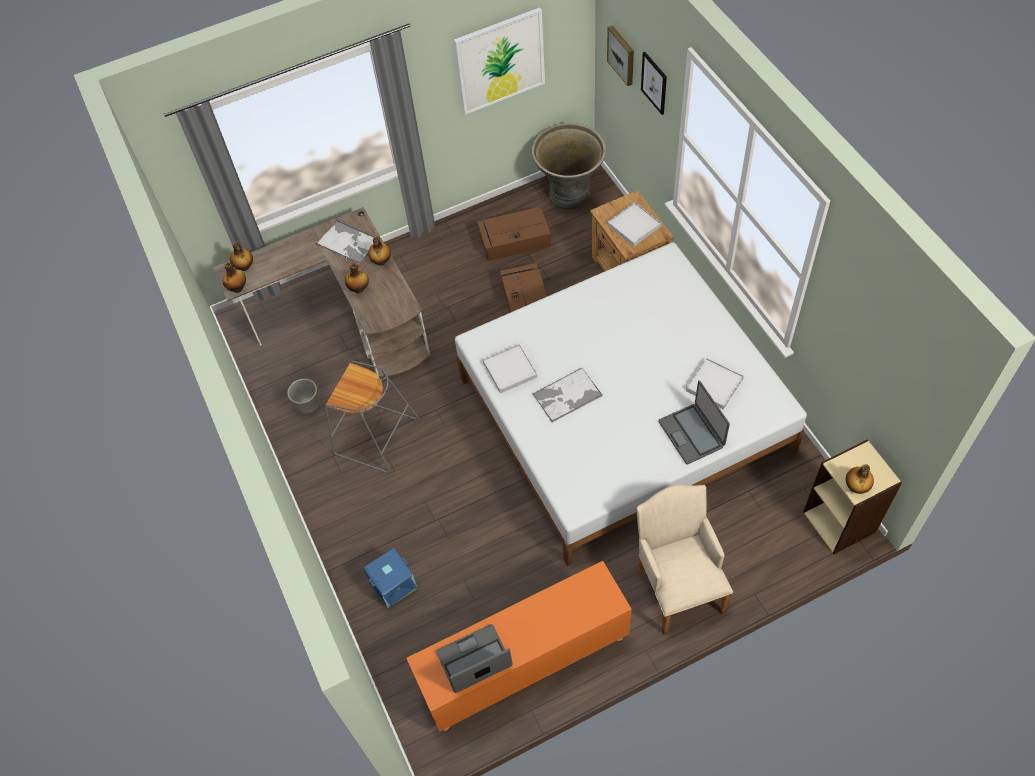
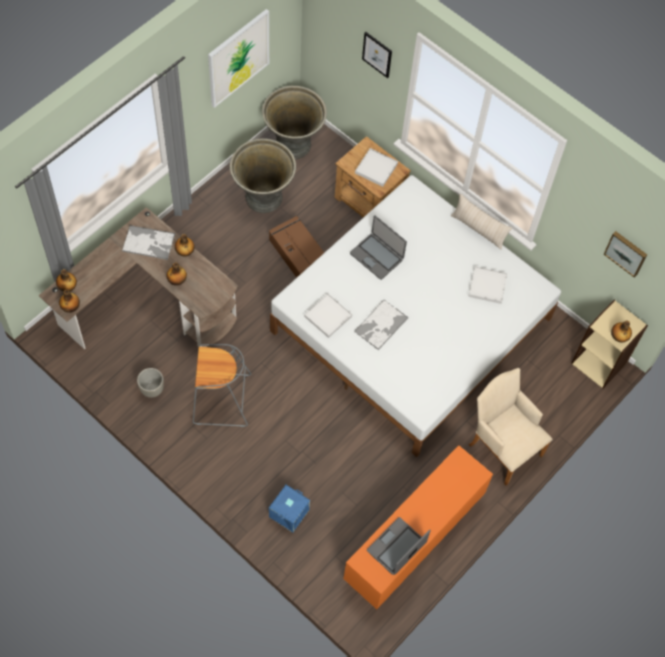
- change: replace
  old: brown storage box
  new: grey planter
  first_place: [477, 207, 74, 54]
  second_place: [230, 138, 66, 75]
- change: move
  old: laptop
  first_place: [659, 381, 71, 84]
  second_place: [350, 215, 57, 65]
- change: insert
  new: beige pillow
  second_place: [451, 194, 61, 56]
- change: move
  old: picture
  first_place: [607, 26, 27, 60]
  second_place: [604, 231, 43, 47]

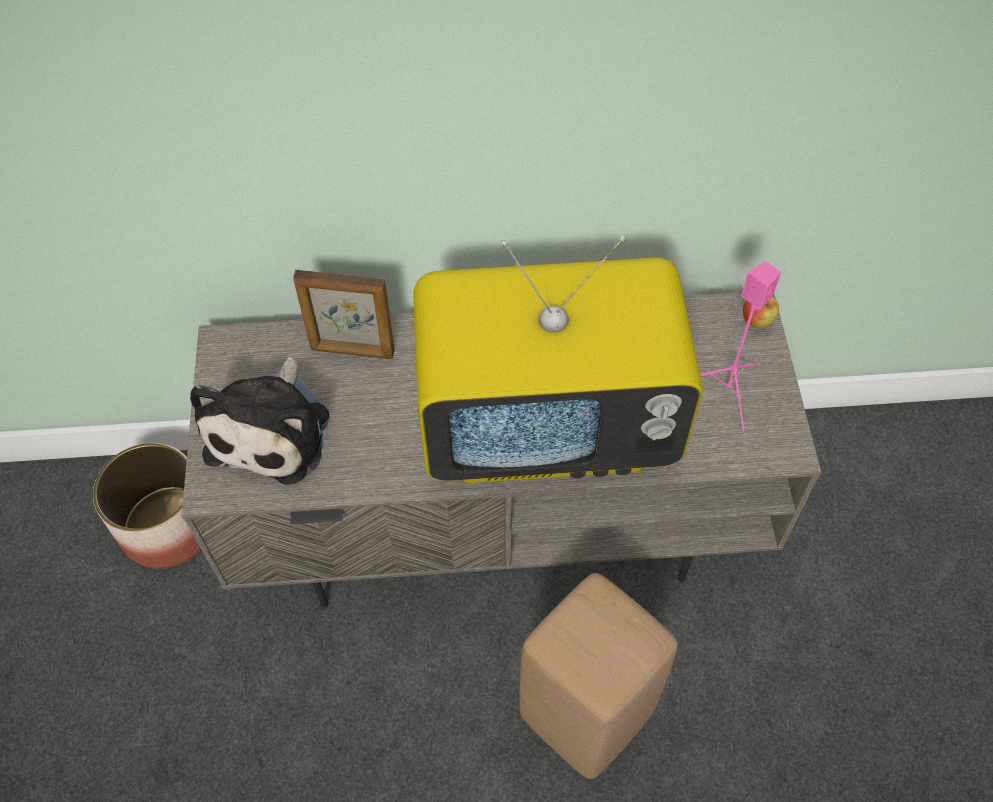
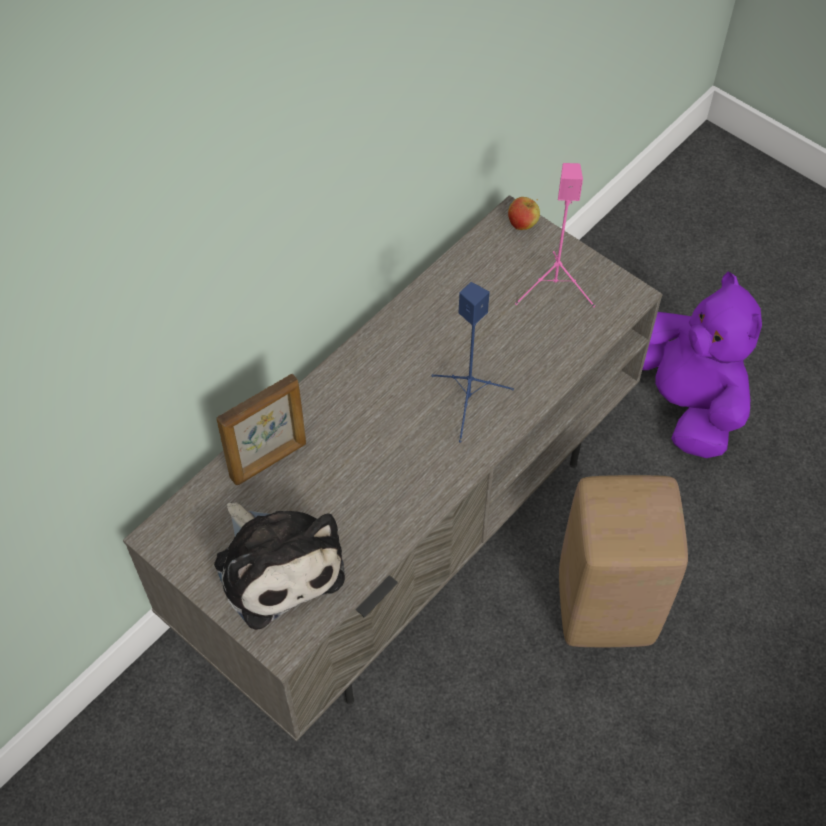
- change: replace
  old: television
  new: blue speaker
  first_place: [413, 235, 290, 248]
  second_place: [432, 282, 82, 160]
- change: insert
  new: purple plush toy
  second_place: [642, 272, 120, 186]
- change: delete
  old: planter
  first_place: [93, 443, 108, 126]

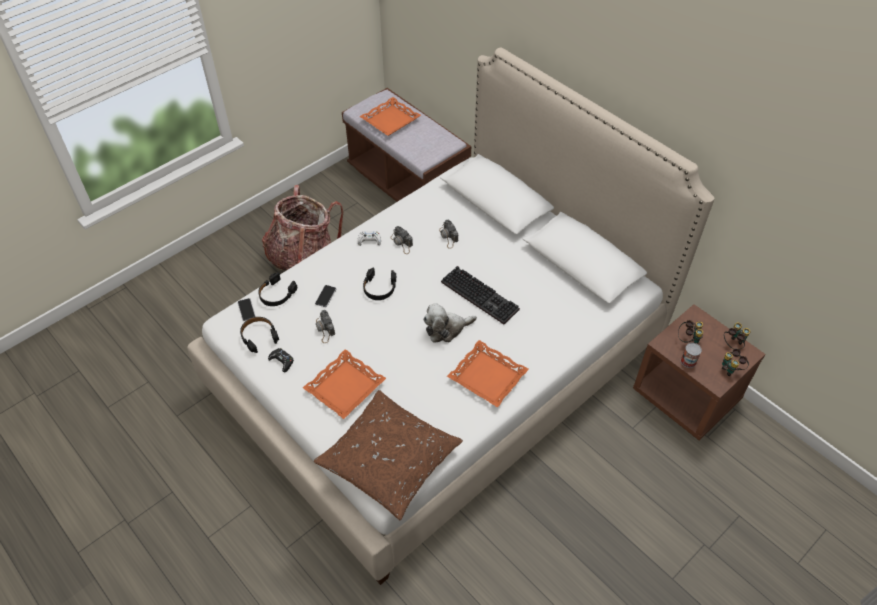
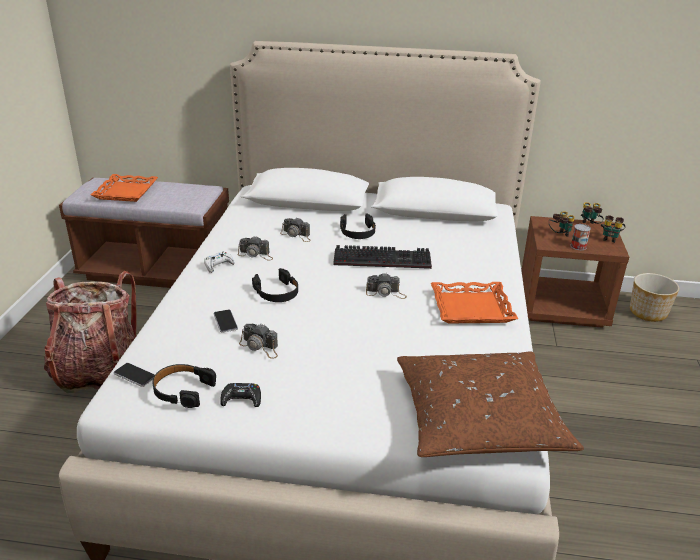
- change: move
  old: black headphones
  first_place: [258, 272, 39, 34]
  second_place: [340, 214, 36, 25]
- change: replace
  old: plush toy
  new: photo camera
  first_place: [423, 303, 54, 39]
  second_place: [366, 273, 41, 26]
- change: insert
  new: planter
  second_place: [630, 273, 49, 49]
- change: delete
  old: orange tray
  first_place: [303, 349, 83, 70]

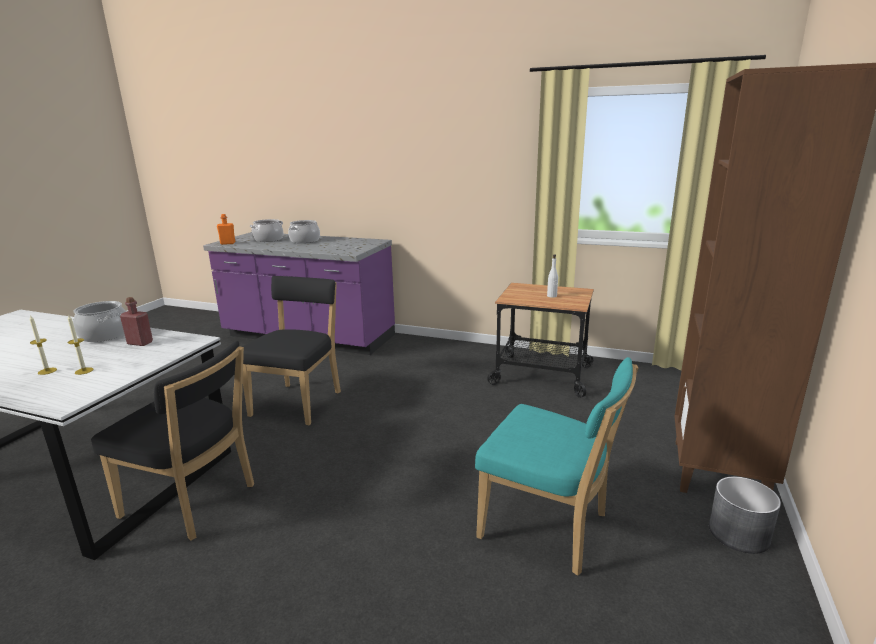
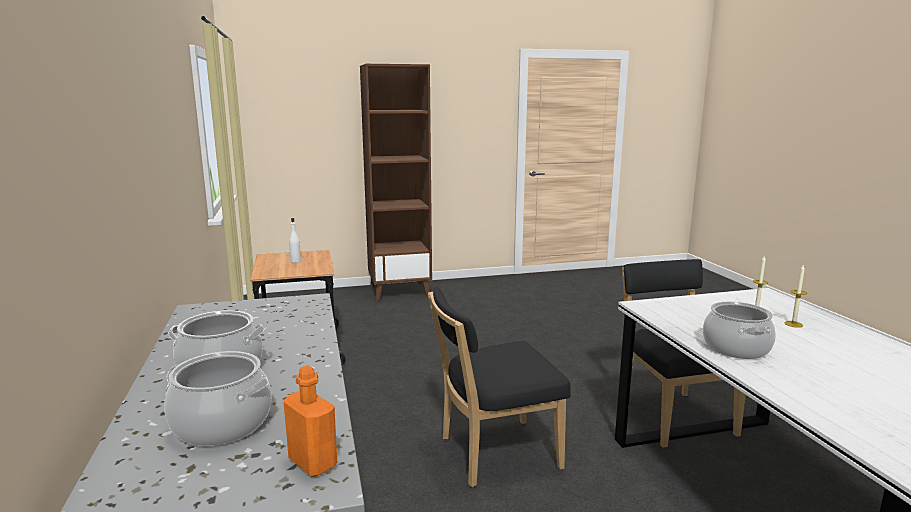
- change: delete
  old: red bottle
  first_place: [120, 297, 33, 49]
- change: delete
  old: turquoise chair
  first_place: [475, 357, 163, 219]
- change: delete
  old: grey planter
  first_place: [709, 477, 72, 77]

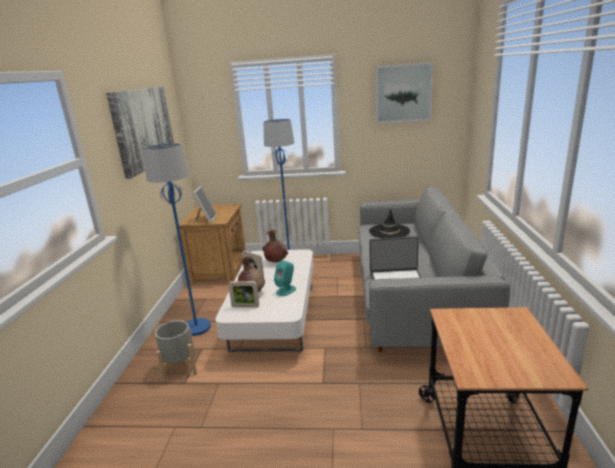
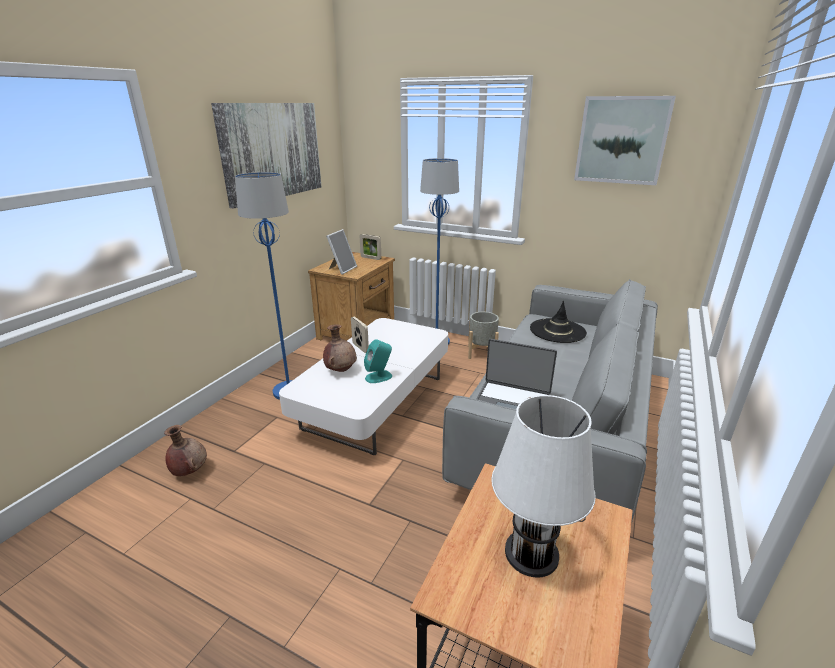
- change: move
  old: brown vase
  first_place: [263, 230, 25, 32]
  second_place: [164, 425, 43, 51]
- change: move
  old: picture frame
  first_place: [228, 281, 31, 27]
  second_place: [360, 234, 21, 26]
- change: move
  old: grey planter
  first_place: [155, 320, 42, 62]
  second_place: [468, 312, 31, 47]
- change: insert
  new: white table lamp
  second_place: [491, 395, 105, 183]

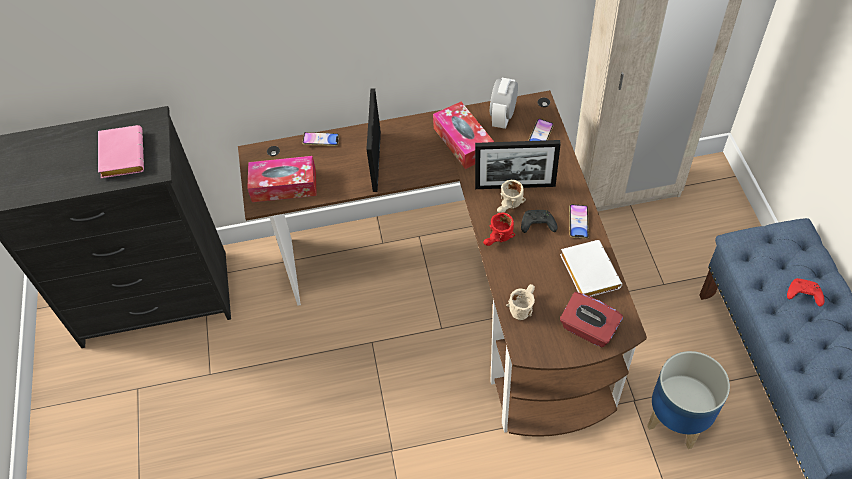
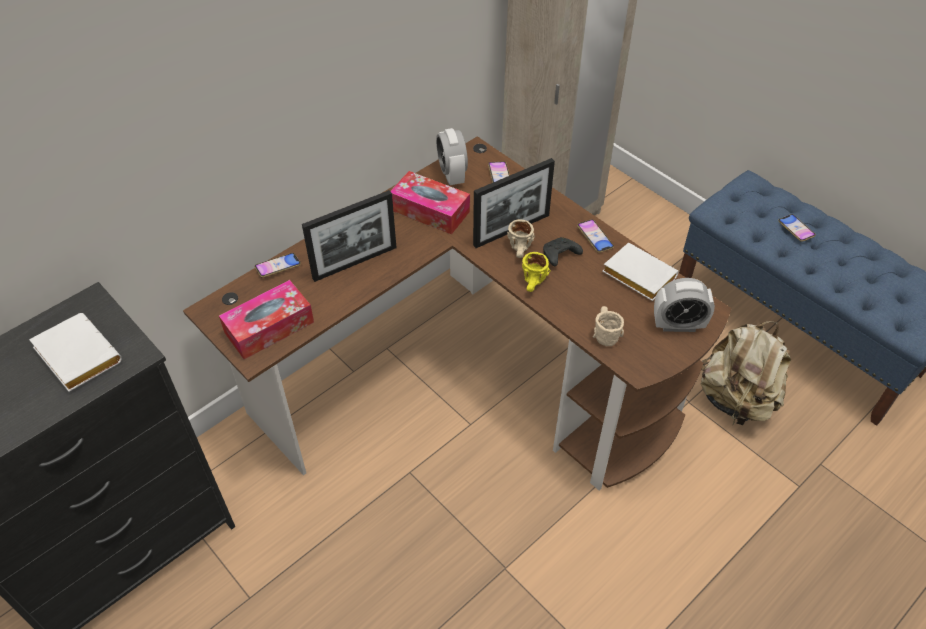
- change: recolor
  old: pink book
  new: white book
  first_place: [98, 125, 46, 53]
  second_place: [29, 313, 93, 79]
- change: rotate
  old: picture frame
  first_place: [366, 88, 15, 104]
  second_place: [302, 190, 94, 92]
  degrees: -90
- change: recolor
  old: red mug
  new: yellow mug
  first_place: [483, 212, 32, 34]
  second_place: [522, 252, 29, 40]
- change: replace
  old: red tissue box
  new: alarm clock
  first_place: [560, 292, 63, 55]
  second_place: [654, 278, 61, 54]
- change: replace
  old: planter
  new: beige backpack
  first_place: [647, 351, 83, 98]
  second_place: [701, 321, 90, 104]
- change: replace
  old: red game controller
  new: phone
  first_place: [787, 278, 38, 29]
  second_place: [778, 214, 38, 28]

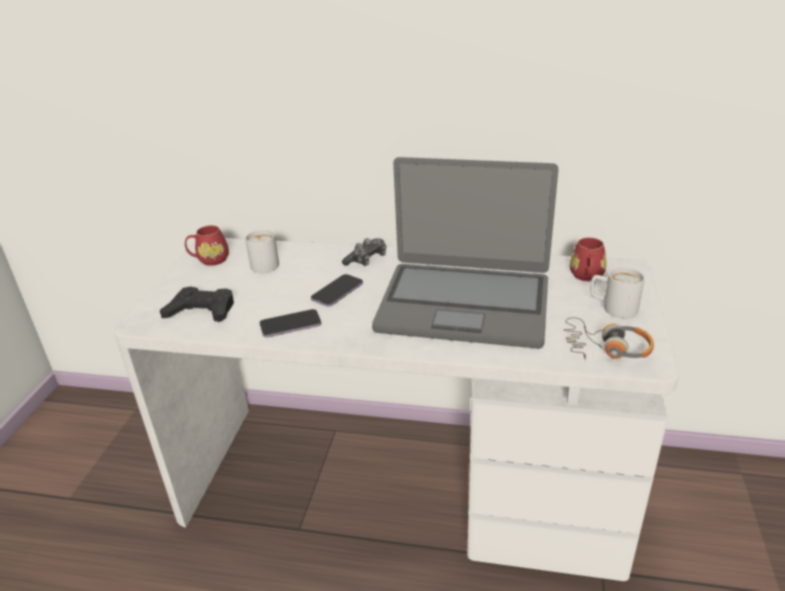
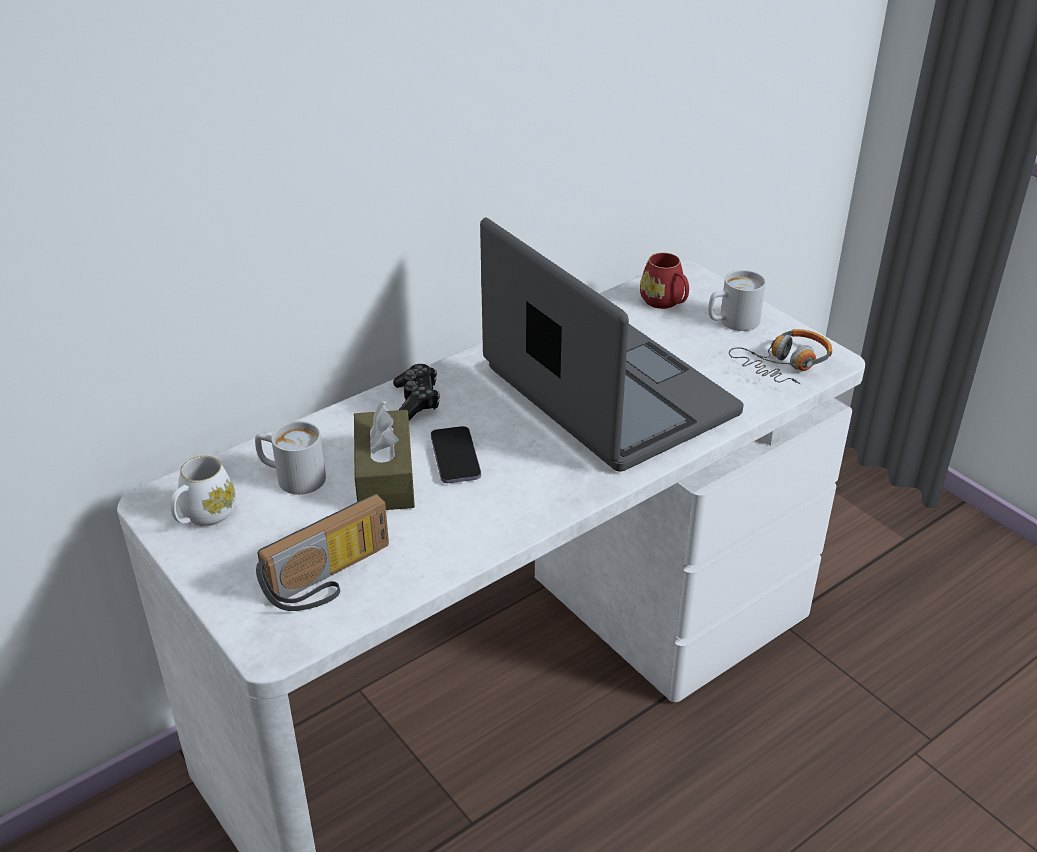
- change: recolor
  old: red mug
  new: white mug
  first_place: [185, 225, 44, 41]
  second_place: [170, 456, 66, 70]
- change: replace
  old: black game controller
  new: radio
  first_place: [160, 286, 74, 36]
  second_place: [256, 494, 133, 117]
- change: insert
  new: brown tissue box
  second_place: [354, 401, 61, 109]
- change: rotate
  old: laptop
  first_place: [372, 157, 187, 192]
  second_place: [480, 217, 264, 255]
  degrees: -90
- change: delete
  old: phone
  first_place: [260, 309, 61, 29]

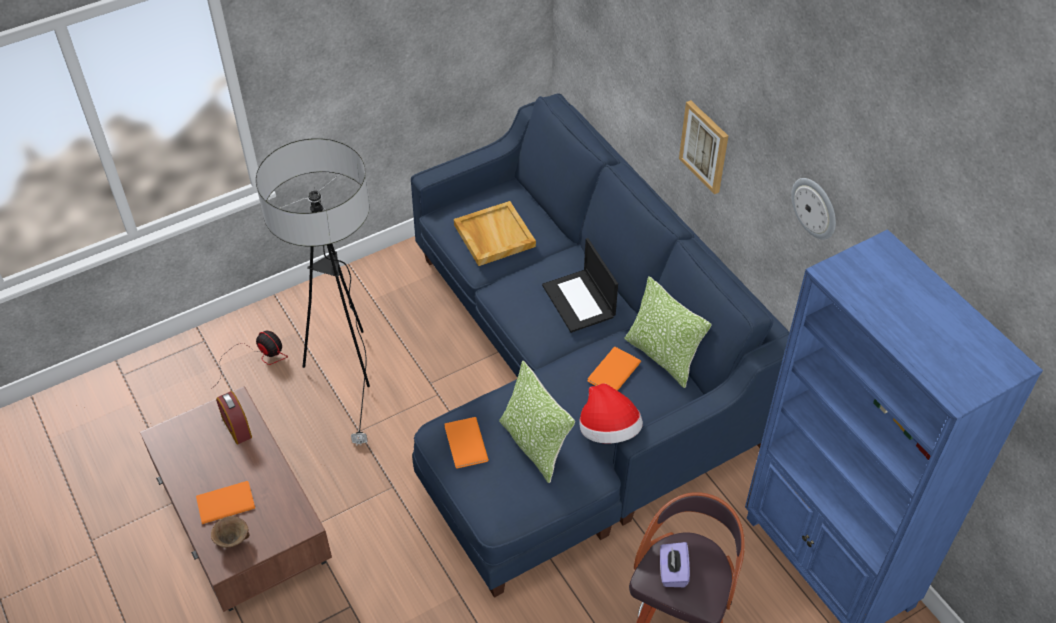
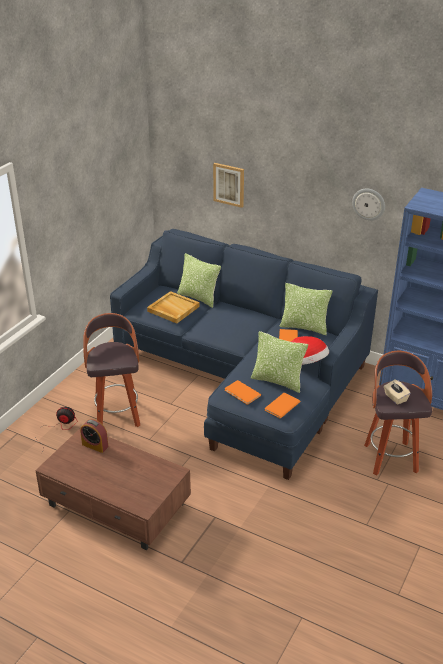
- change: replace
  old: floor lamp
  new: stool
  first_place: [256, 138, 114, 308]
  second_place: [83, 313, 57, 114]
- change: insert
  new: pillow
  second_place: [177, 253, 44, 55]
- change: move
  old: picture
  first_place: [679, 100, 49, 94]
  second_place: [213, 163, 31, 45]
- change: move
  old: orange book
  first_place: [196, 481, 59, 43]
  second_place: [265, 393, 36, 26]
- change: recolor
  old: purple tissue box
  new: beige tissue box
  first_place: [660, 542, 30, 45]
  second_place: [384, 379, 27, 26]
- change: delete
  old: brown bowl
  first_place: [211, 516, 39, 32]
- change: delete
  old: laptop
  first_place: [542, 238, 76, 95]

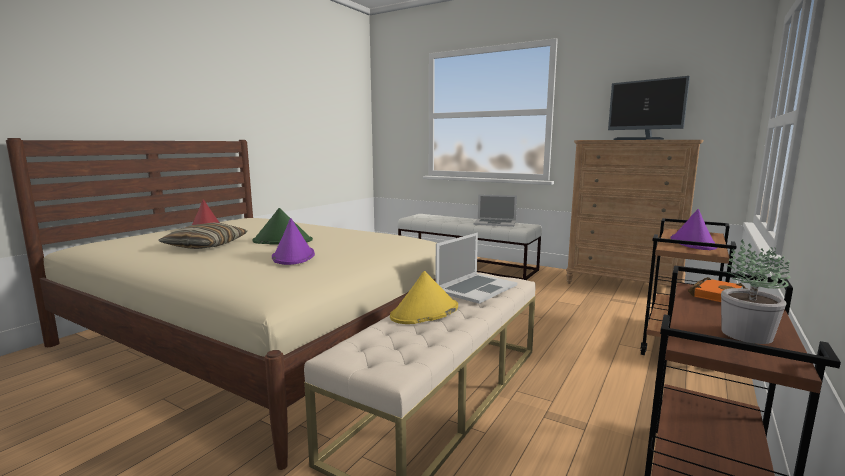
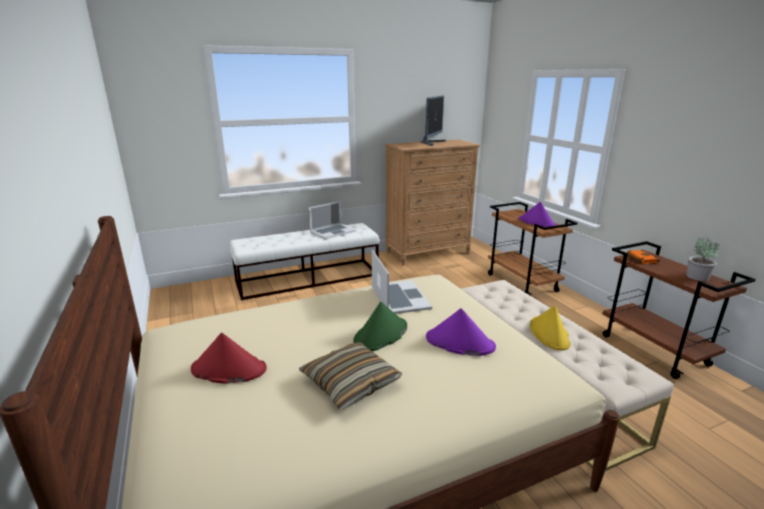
- change: move
  old: laptop
  first_place: [435, 233, 82, 71]
  second_place: [372, 250, 60, 64]
- change: rotate
  old: monitor
  first_place: [608, 76, 82, 64]
  second_place: [421, 96, 25, 50]
  degrees: -60

